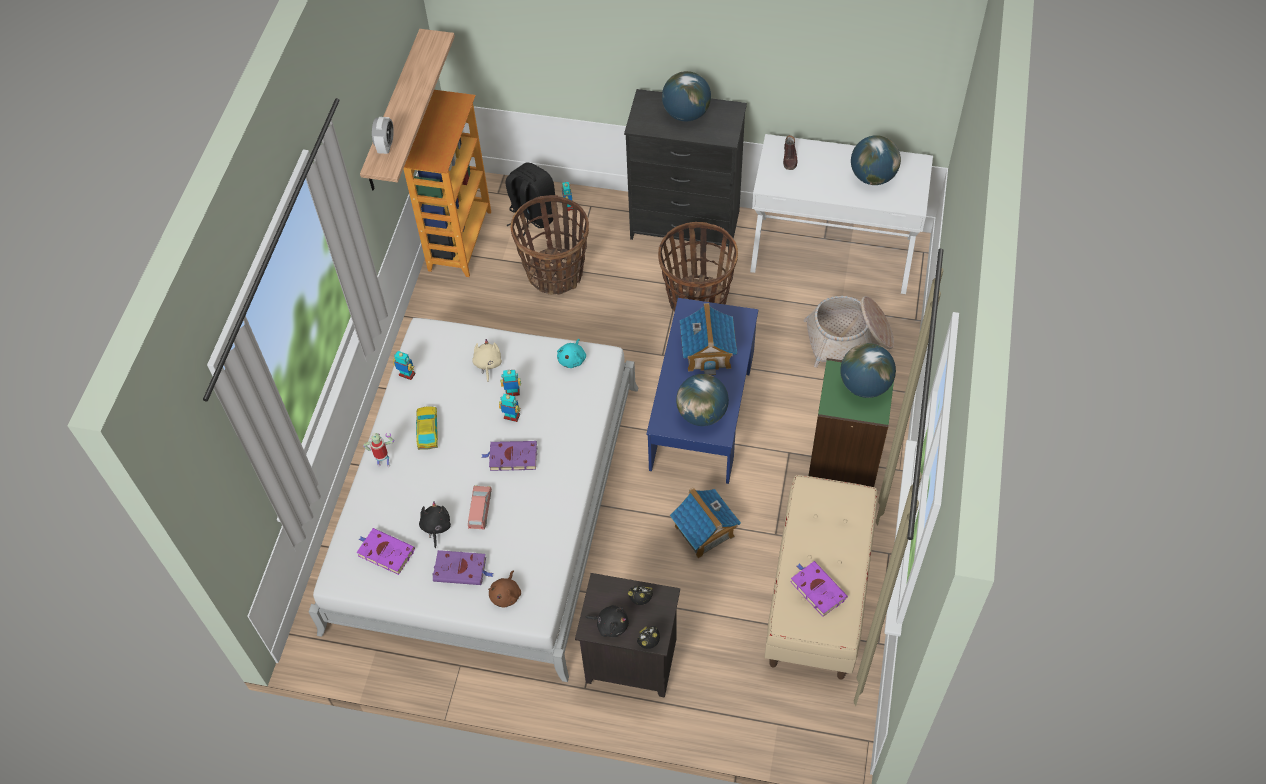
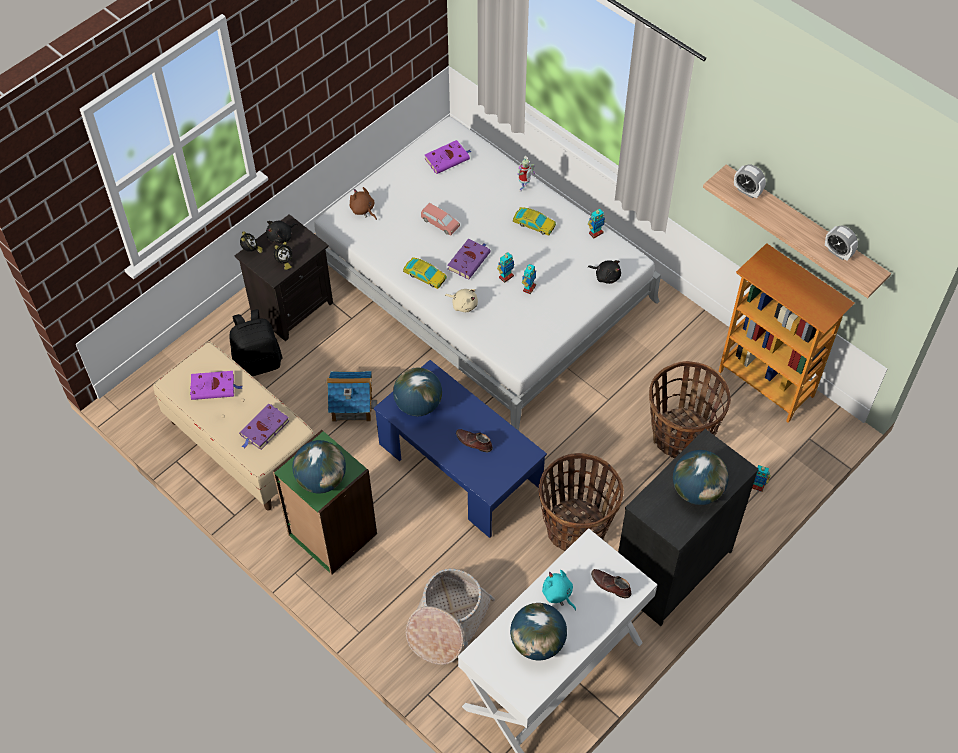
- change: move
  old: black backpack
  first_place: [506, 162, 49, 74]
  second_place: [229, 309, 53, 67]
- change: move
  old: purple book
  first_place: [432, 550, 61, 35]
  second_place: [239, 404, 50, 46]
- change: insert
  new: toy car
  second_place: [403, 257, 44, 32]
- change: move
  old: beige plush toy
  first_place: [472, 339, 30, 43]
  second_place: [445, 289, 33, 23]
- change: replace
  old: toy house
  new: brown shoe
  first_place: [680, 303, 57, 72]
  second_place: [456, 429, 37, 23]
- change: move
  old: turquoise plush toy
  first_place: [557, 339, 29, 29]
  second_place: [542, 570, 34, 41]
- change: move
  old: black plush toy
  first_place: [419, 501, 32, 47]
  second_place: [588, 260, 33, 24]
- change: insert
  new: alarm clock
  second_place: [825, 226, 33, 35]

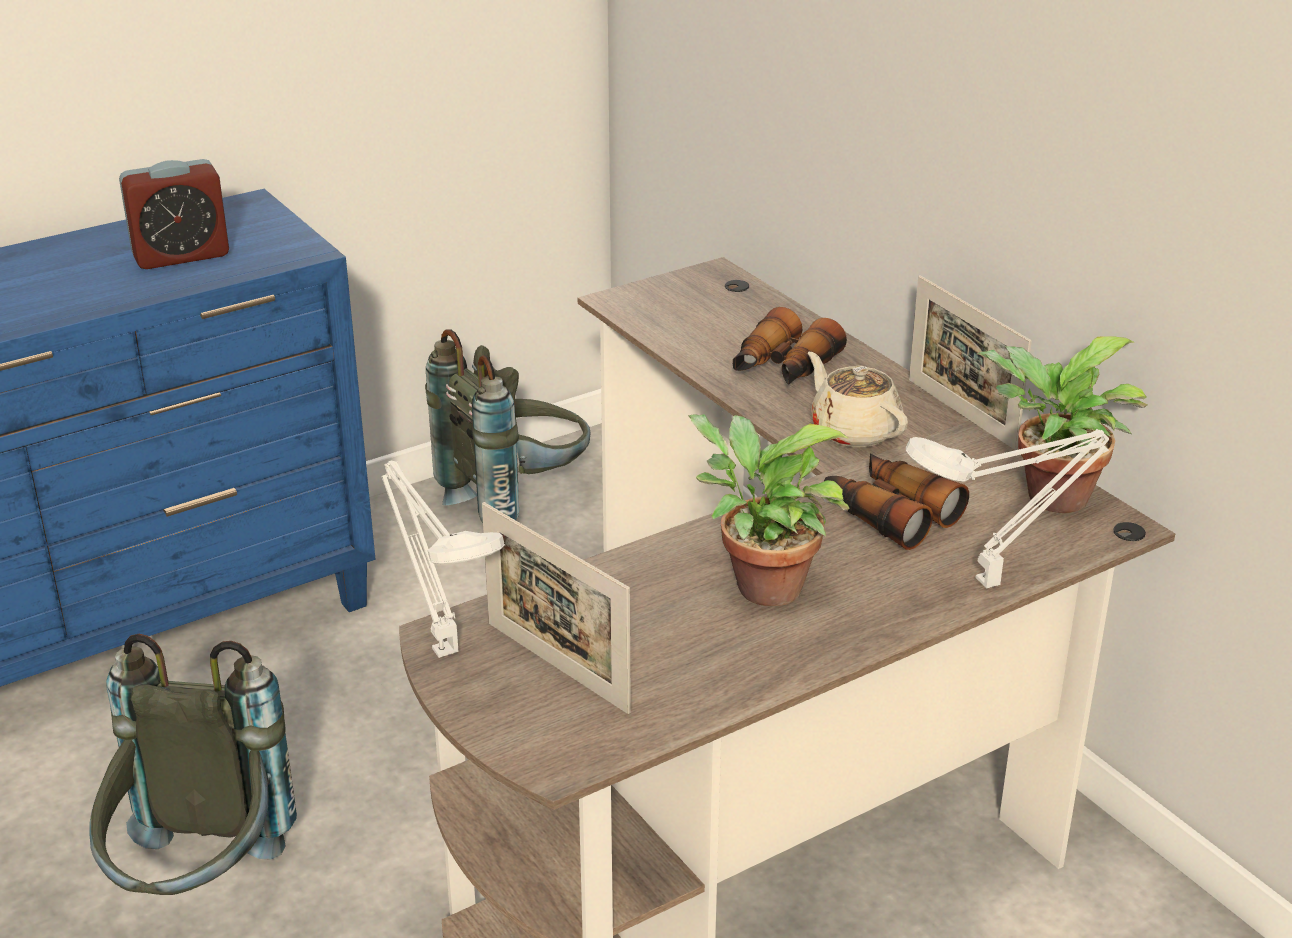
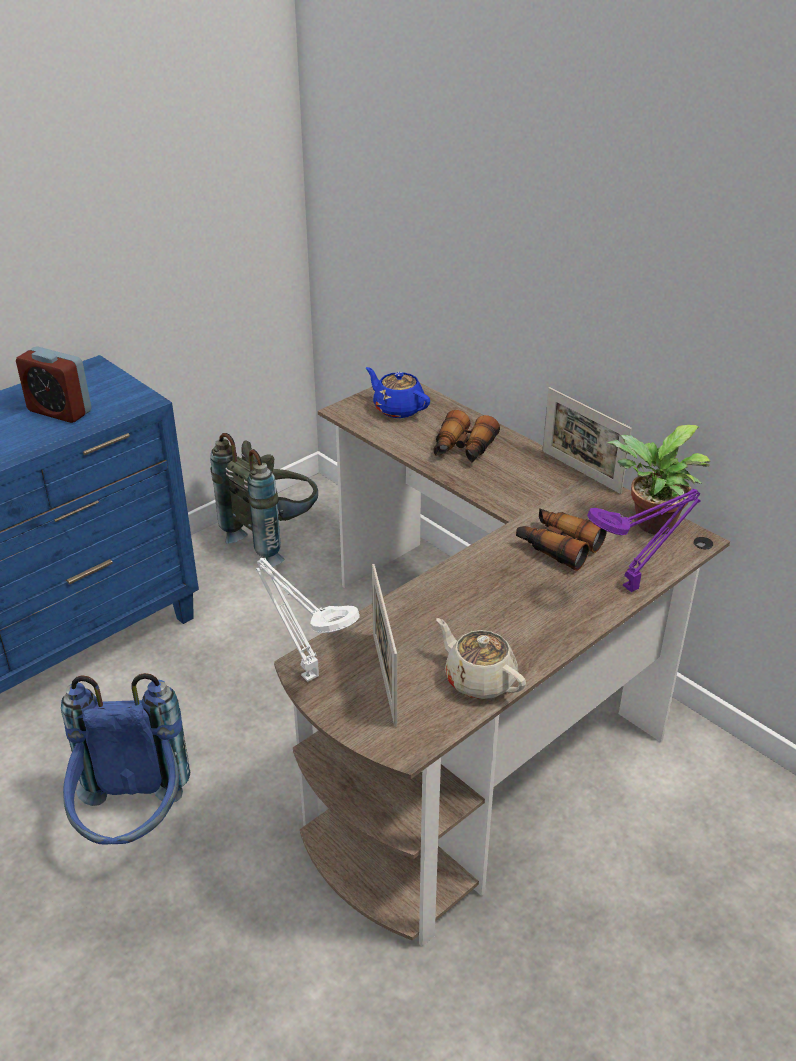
- change: rotate
  old: alarm clock
  first_place: [119, 159, 110, 110]
  second_place: [16, 346, 76, 77]
  degrees: 60
- change: recolor
  old: grey backpack
  new: blue backpack
  first_place: [89, 634, 208, 261]
  second_place: [61, 673, 129, 171]
- change: insert
  new: blue teapot
  second_place: [366, 367, 64, 51]
- change: rotate
  old: picture frame
  first_place: [482, 502, 149, 212]
  second_place: [372, 564, 25, 163]
  degrees: 45
- change: move
  old: beige teapot
  first_place: [808, 352, 100, 95]
  second_place: [436, 618, 90, 81]
- change: recolor
  old: white table lamp
  new: purple table lamp
  first_place: [906, 429, 203, 159]
  second_place: [587, 489, 113, 103]
- change: delete
  old: potted plant
  first_place: [688, 414, 161, 192]

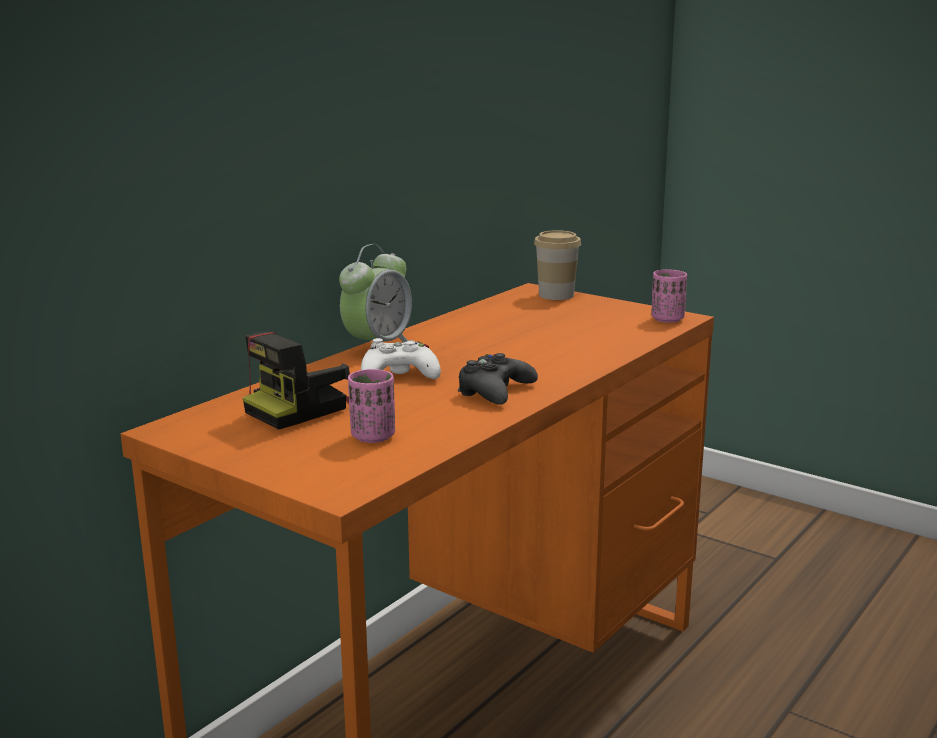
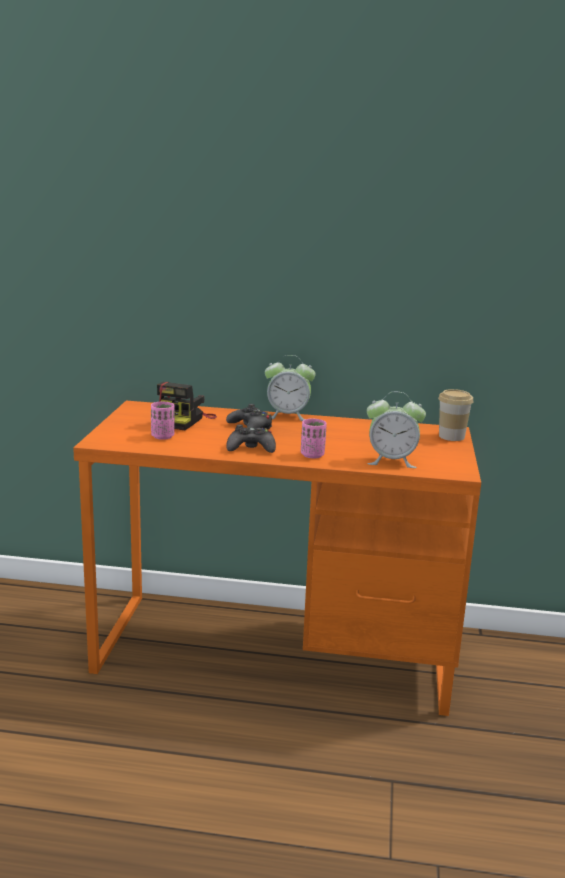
- change: rotate
  old: photo camera
  first_place: [242, 332, 108, 98]
  second_place: [157, 382, 60, 48]
  degrees: -90
- change: recolor
  old: white game controller
  new: black game controller
  first_place: [361, 338, 80, 41]
  second_place: [226, 404, 46, 25]
- change: move
  old: pink cup
  first_place: [651, 269, 36, 54]
  second_place: [301, 419, 26, 39]
- change: insert
  new: alarm clock
  second_place: [367, 392, 59, 76]

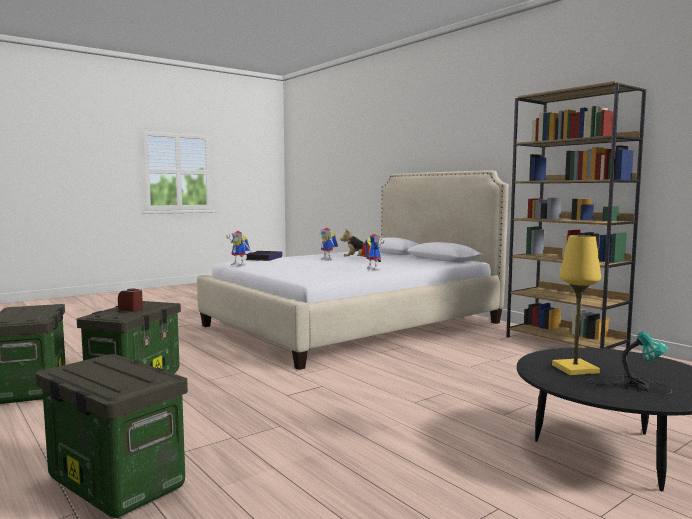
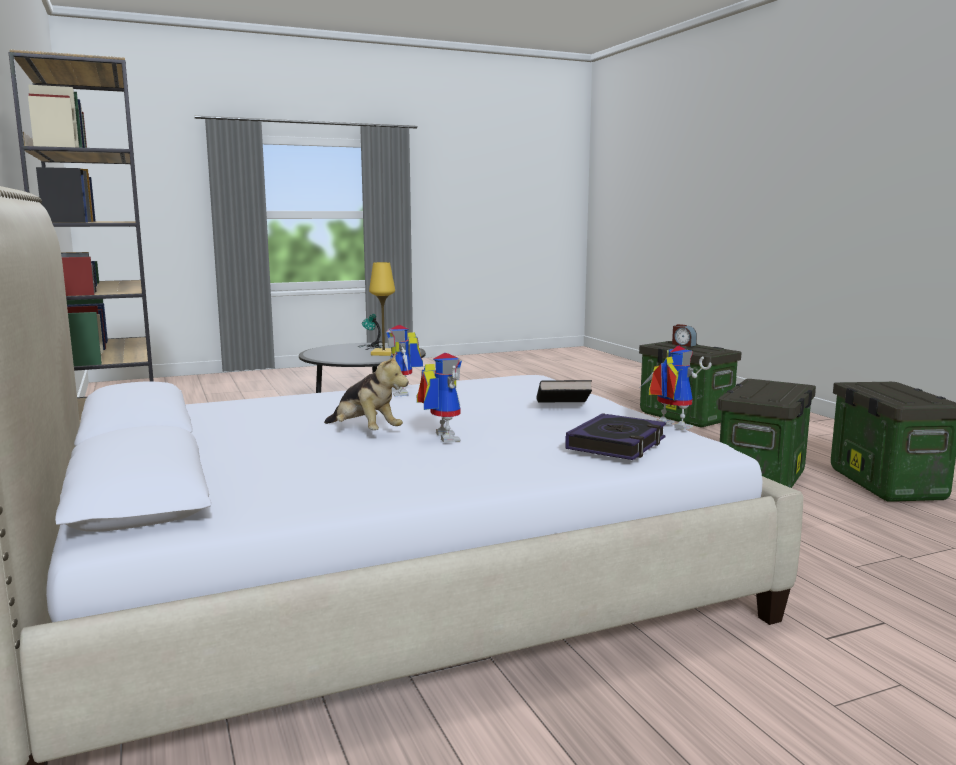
- change: insert
  new: black book
  second_place: [536, 380, 56, 22]
- change: move
  old: alarm clock
  first_place: [118, 288, 25, 24]
  second_place: [672, 324, 25, 23]

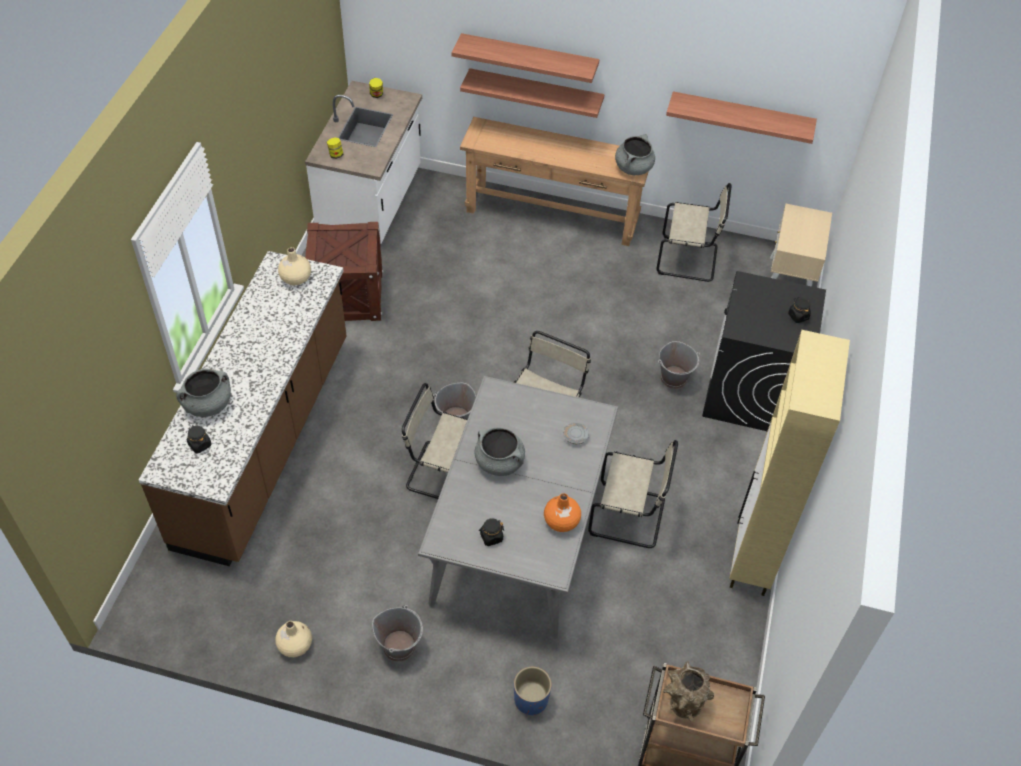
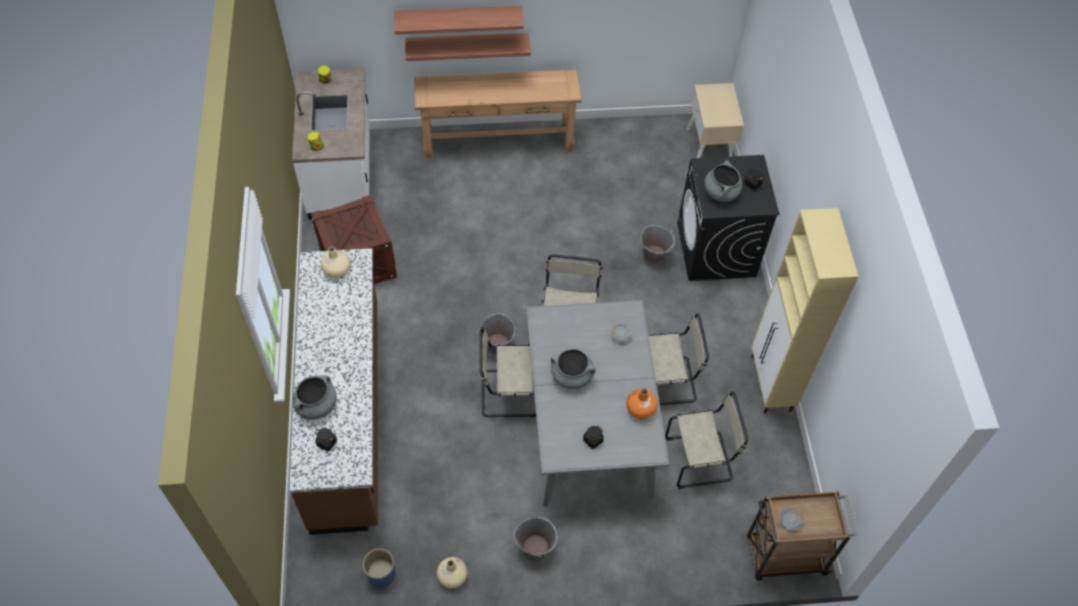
- change: move
  old: blue planter
  first_place: [514, 667, 38, 48]
  second_place: [362, 548, 33, 39]
- change: move
  old: beige chair
  first_place: [656, 183, 76, 99]
  second_place: [665, 392, 83, 97]
- change: move
  old: grey cooking pot
  first_place: [615, 134, 40, 41]
  second_place: [705, 160, 37, 42]
- change: replace
  old: brown vase
  new: grey plate
  first_place: [663, 662, 51, 60]
  second_place: [780, 508, 24, 23]
- change: delete
  old: shelf
  first_place: [666, 91, 151, 53]

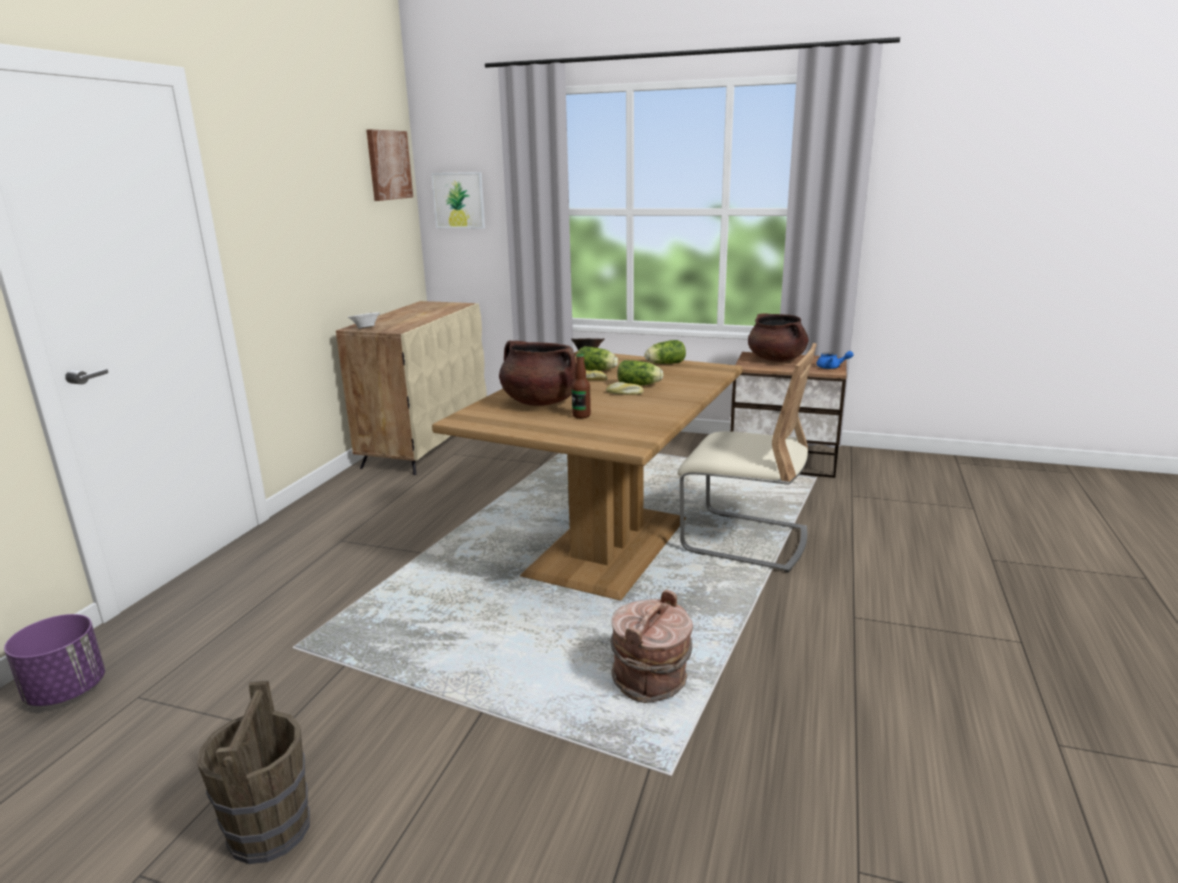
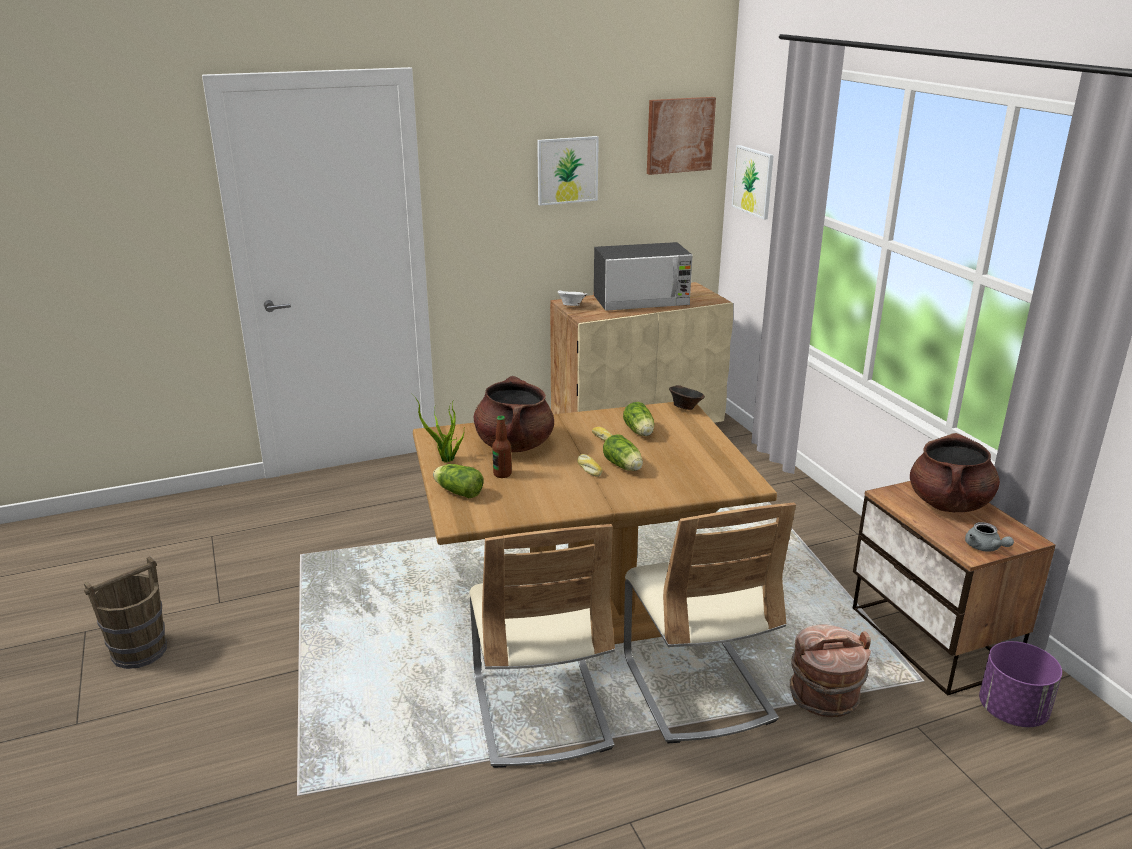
- change: insert
  new: potted plant
  second_place: [411, 393, 54, 70]
- change: move
  old: lettuce
  first_place: [645, 340, 41, 24]
  second_place: [433, 464, 51, 34]
- change: insert
  new: beige chair
  second_place: [469, 524, 146, 244]
- change: insert
  new: picture
  second_place: [537, 136, 62, 70]
- change: insert
  new: microwave
  second_place: [594, 242, 99, 69]
- change: move
  old: brown bucket
  first_place: [610, 590, 83, 113]
  second_place: [790, 624, 81, 93]
- change: recolor
  old: blue teapot
  new: grey teapot
  first_place: [817, 351, 37, 18]
  second_place: [965, 522, 49, 29]
- change: move
  old: purple planter
  first_place: [4, 614, 101, 92]
  second_place: [979, 641, 83, 86]

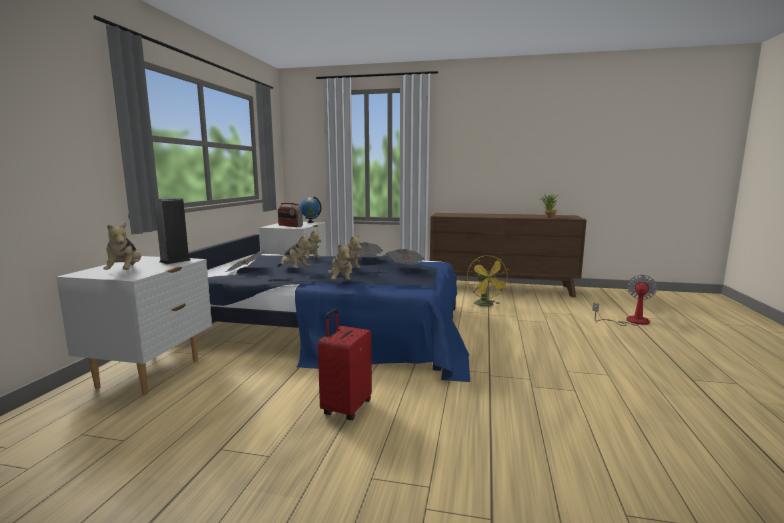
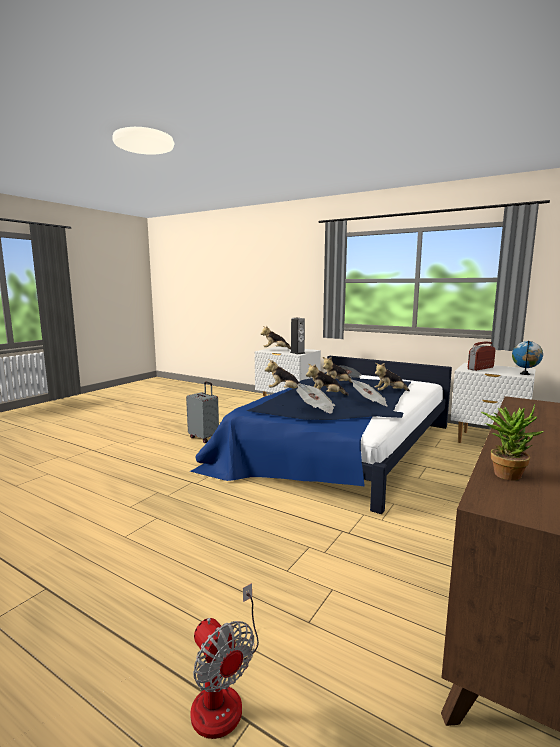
- change: recolor
  old: red suitcase
  new: grey suitcase
  first_place: [318, 309, 54, 111]
  second_place: [186, 381, 33, 62]
- change: delete
  old: yellow fan
  first_place: [467, 255, 42, 52]

